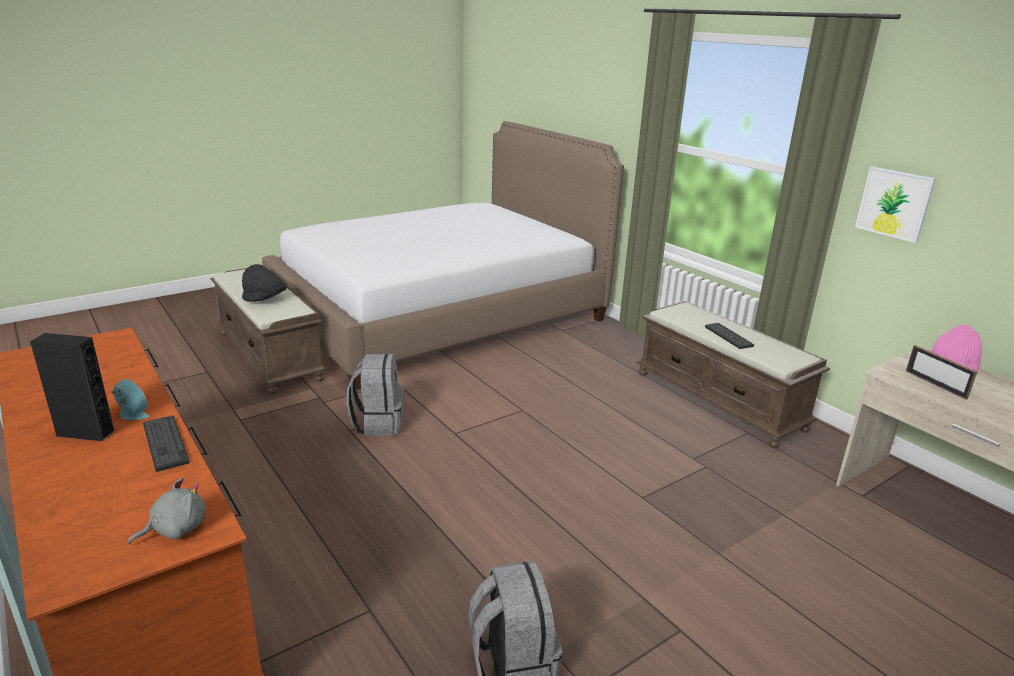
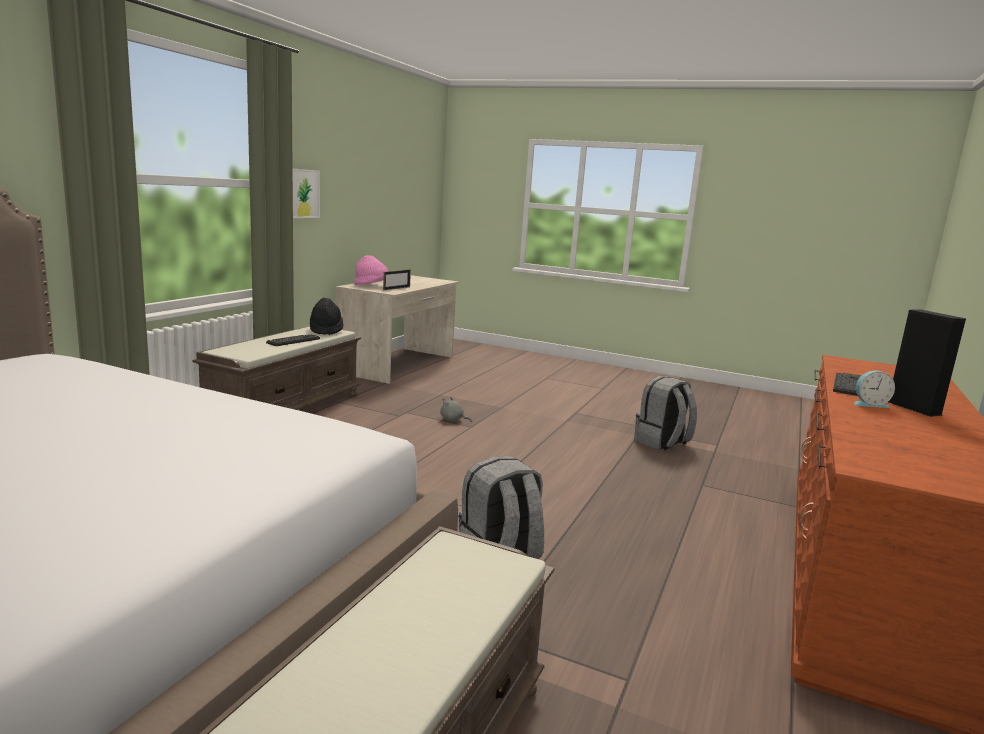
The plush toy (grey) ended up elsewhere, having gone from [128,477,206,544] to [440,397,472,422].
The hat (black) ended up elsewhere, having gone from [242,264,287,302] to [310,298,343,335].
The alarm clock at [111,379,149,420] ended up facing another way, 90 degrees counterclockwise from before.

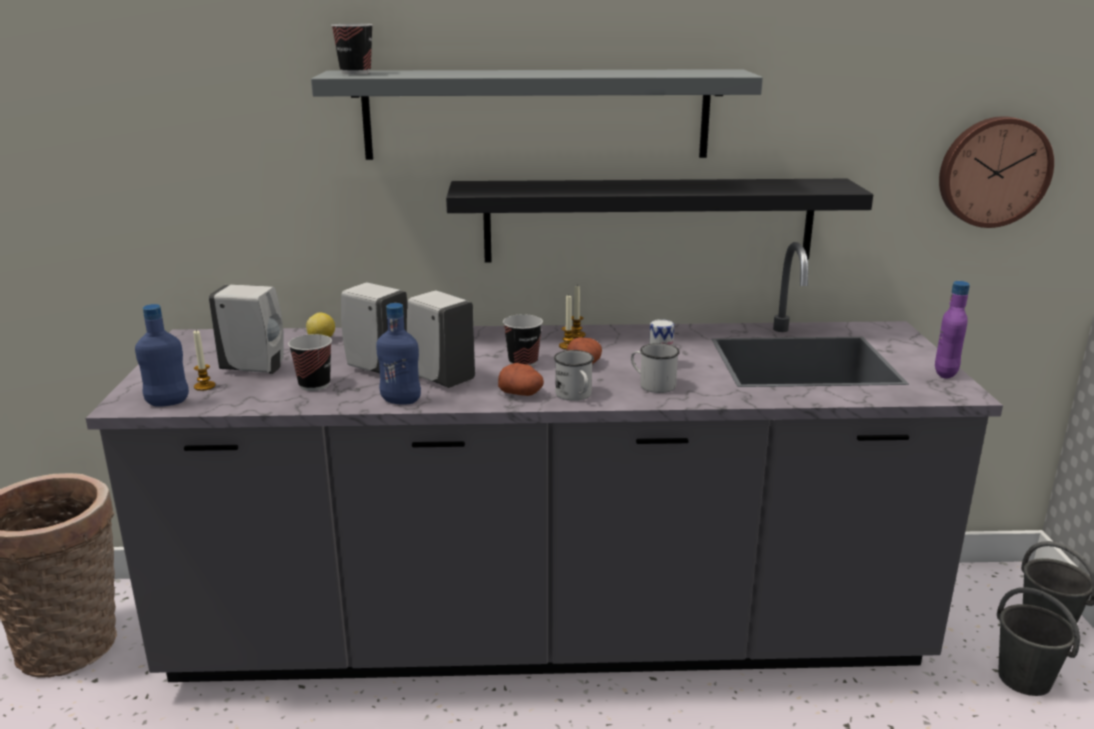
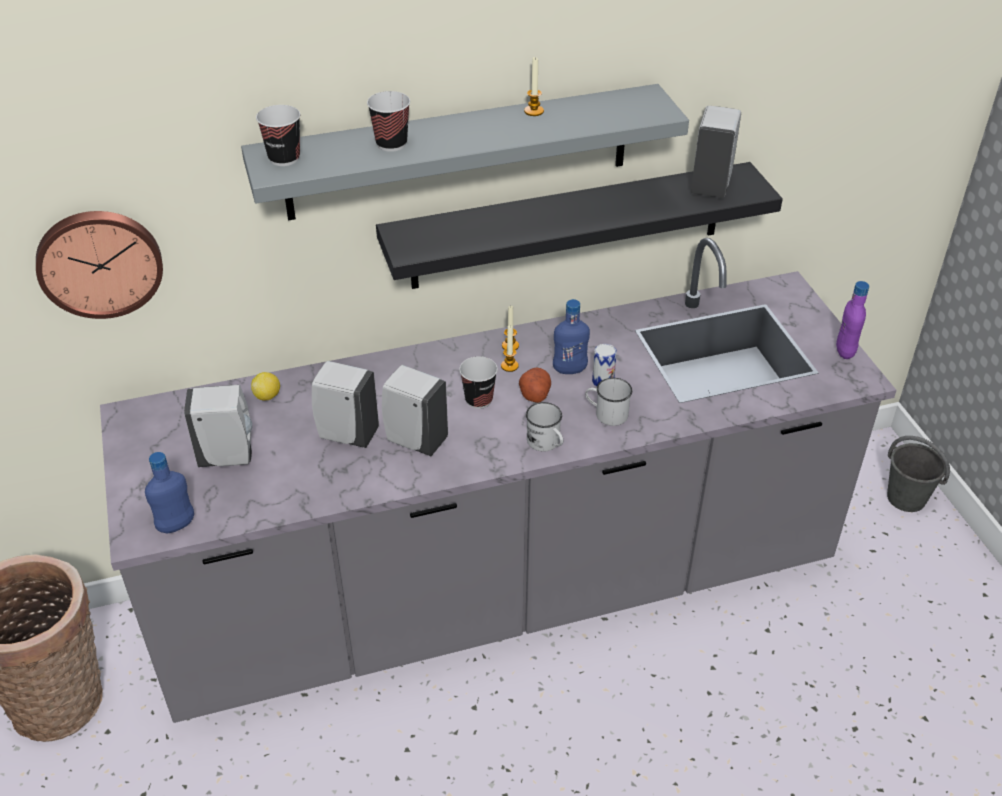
The second view lost the potato at [498,363,544,396].
The second view lost the bucket (grey) at [997,587,1080,696].
The second view gained the soap dispenser (white) at [691,106,741,198].
The candle ended up elsewhere, having gone from [193,330,216,391] to [524,57,544,116].
The cup ended up elsewhere, having gone from [288,334,332,391] to [367,91,410,152].
The bottle (blue) ended up elsewhere, having gone from [376,303,421,404] to [553,299,590,374].
The wall clock ended up elsewhere, having gone from [939,116,1054,228] to [36,211,163,319].

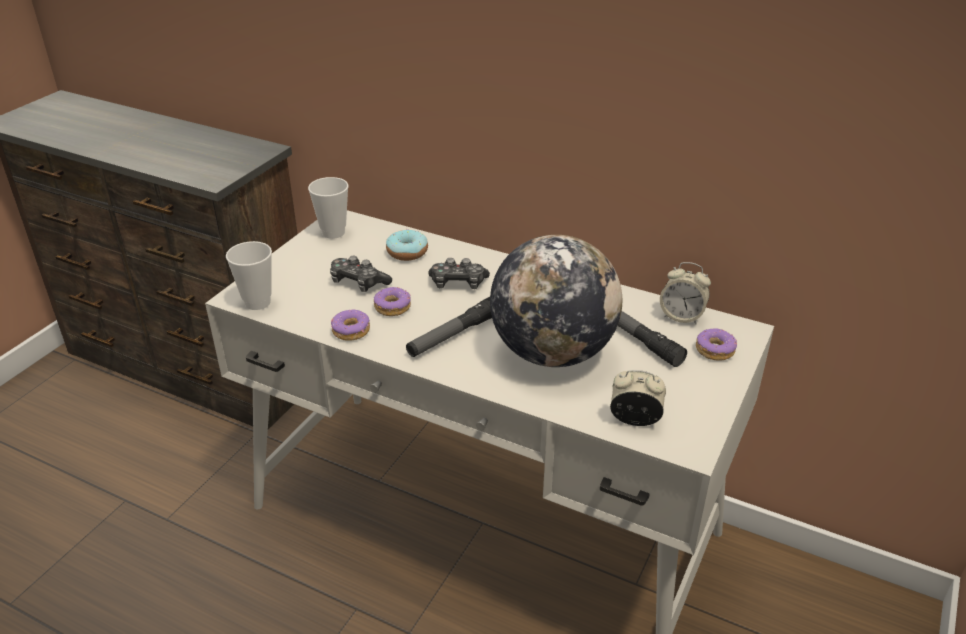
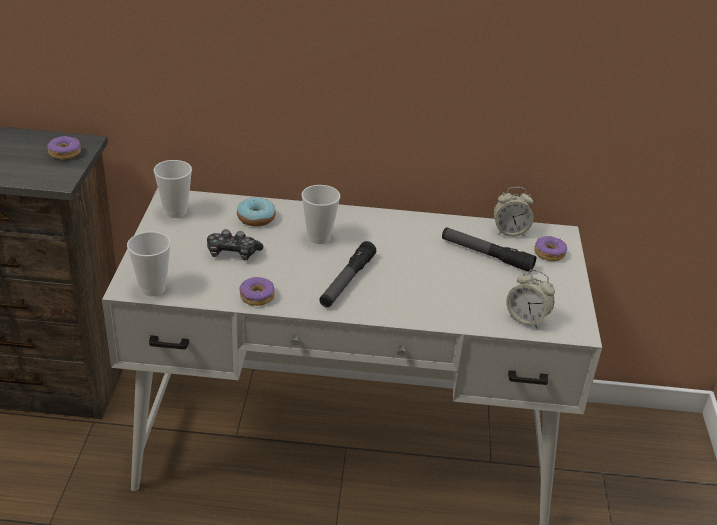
The second view lost the globe at [490,235,622,367].
The donut ended up elsewhere, having gone from [374,287,411,316] to [47,136,81,160].
Where the game controller stood at [428,258,490,289], the cup came to stand at [301,185,340,244].
The alarm clock at [610,370,666,426] ended up facing another way, 135 degrees counterclockwise from before.

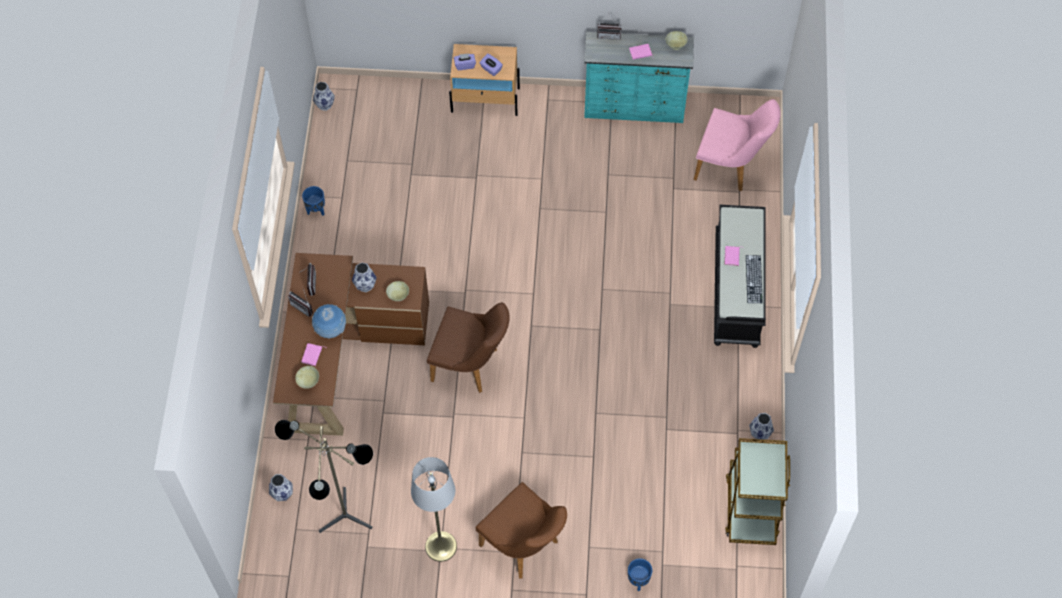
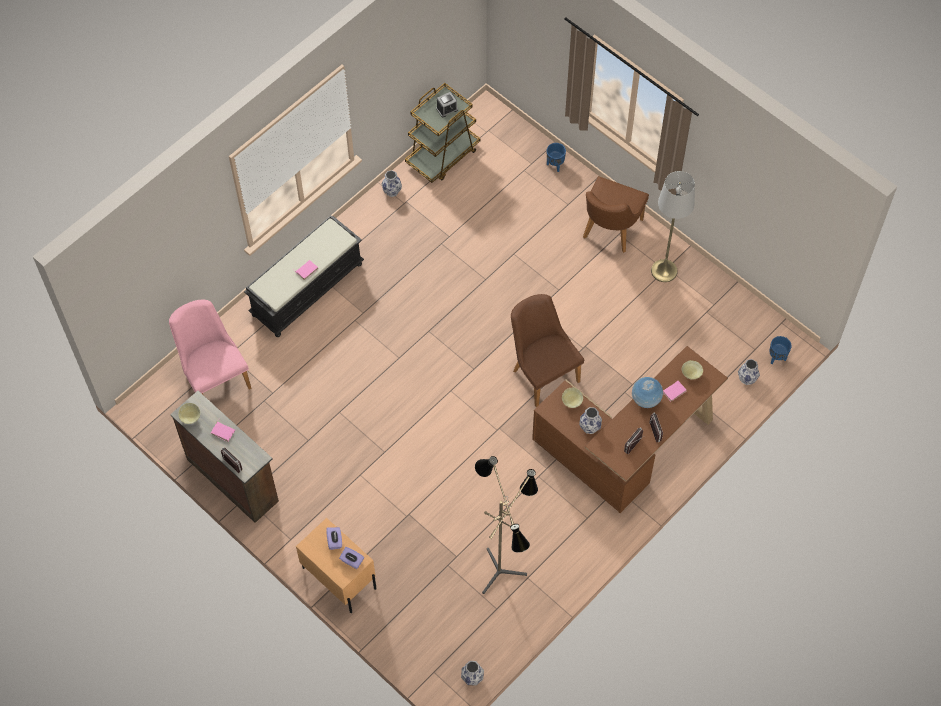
The second view lost the keyboard at [746,255,763,303].
The second view gained the alarm clock at [436,92,458,118].
The floor lamp ended up elsewhere, having gone from [275,420,373,533] to [475,456,538,594].
The planter (blue) ended up elsewhere, having gone from [302,186,325,215] to [769,336,792,364].
What was the dresser (turquoise) at [584,32,694,123] turned into the dresser (brown) at [170,391,279,523].
The chair (brown) at [475,482,567,579] ended up facing another way, 150 degrees counterclockwise from before.

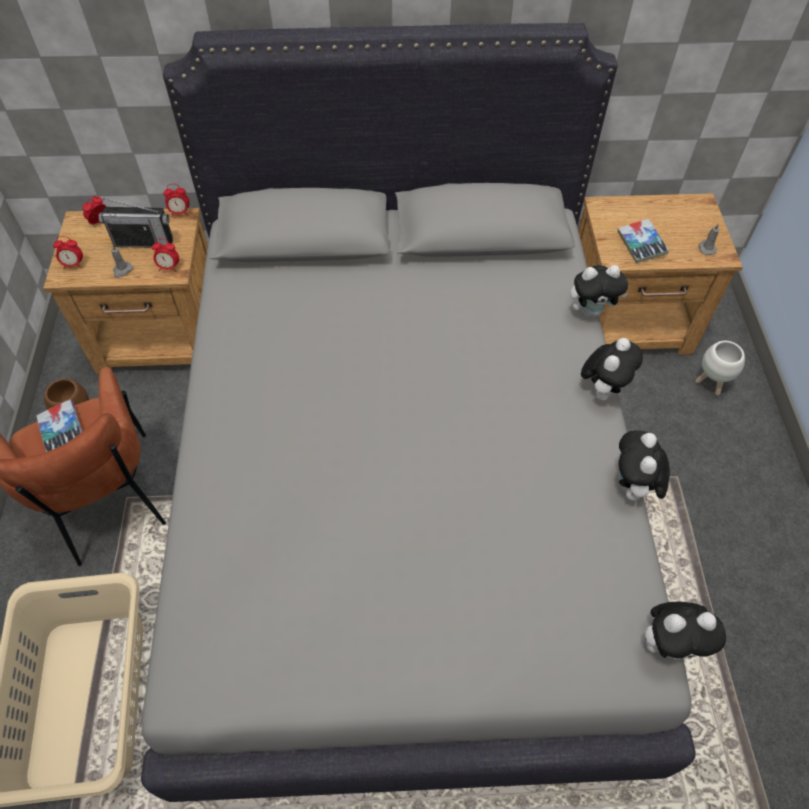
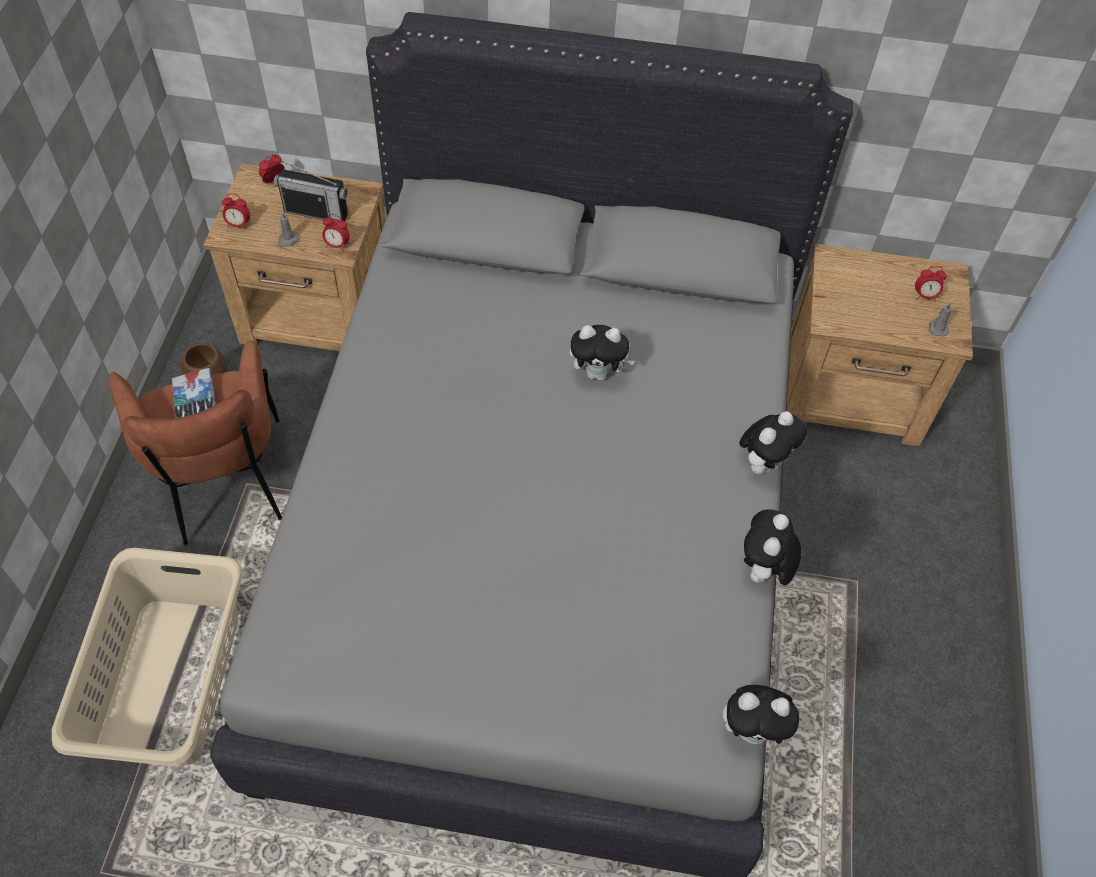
The second view lost the book at [618,219,669,263].
The second view lost the planter (white) at [695,341,745,395].
The alarm clock ended up elsewhere, having gone from [163,184,190,217] to [915,266,947,301].
The plush toy ended up elsewhere, having gone from [570,265,628,317] to [570,325,635,381].

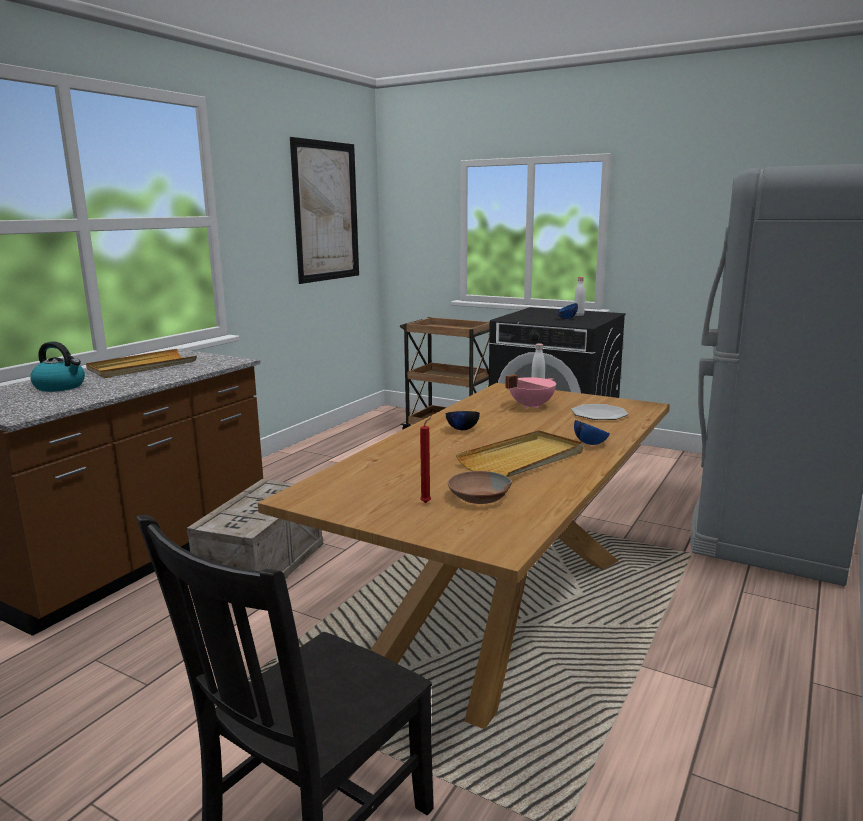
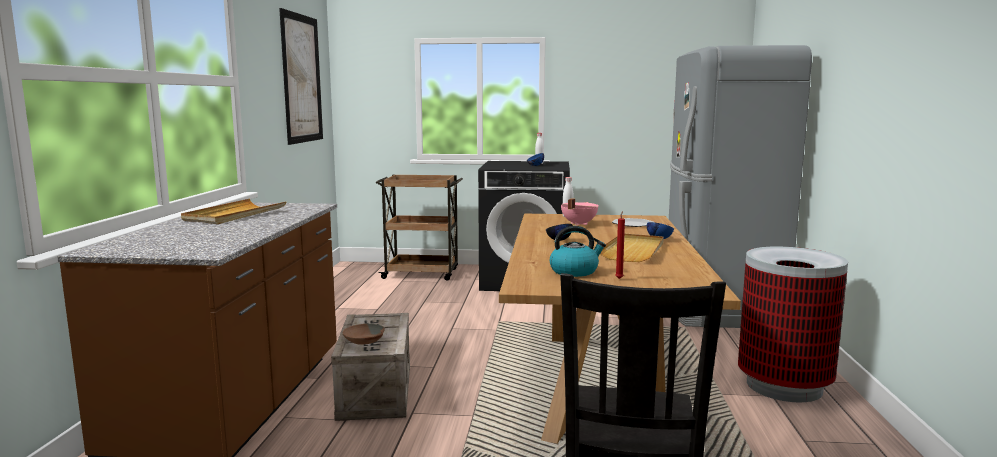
The second view gained the trash can at [738,247,848,402].
The kettle ended up elsewhere, having gone from [30,341,85,392] to [550,226,606,277].
The bowl (brown) ended up elsewhere, having gone from [448,471,512,504] to [343,324,385,345].

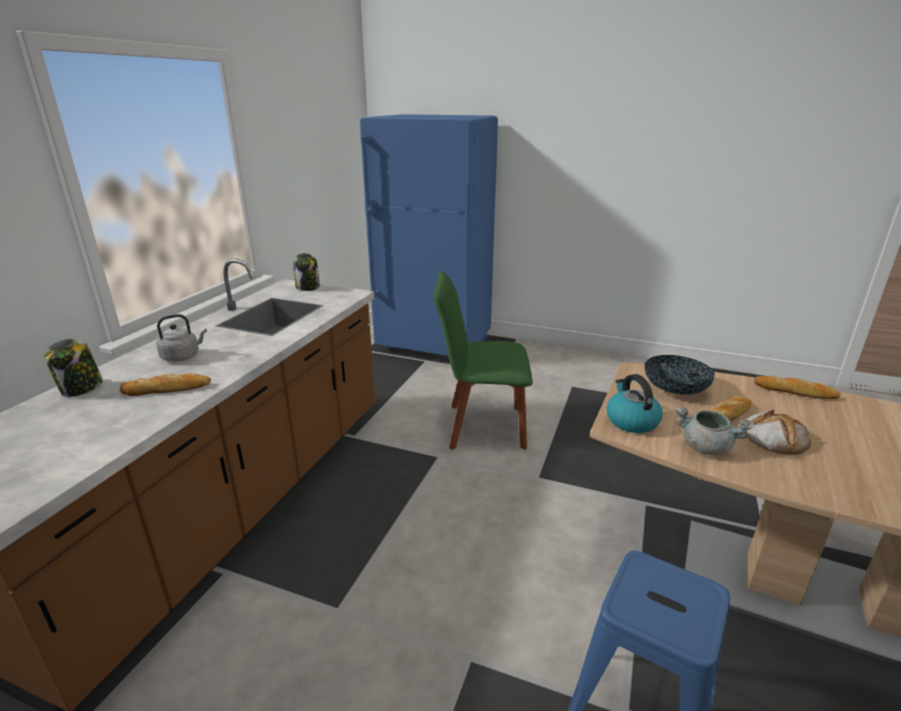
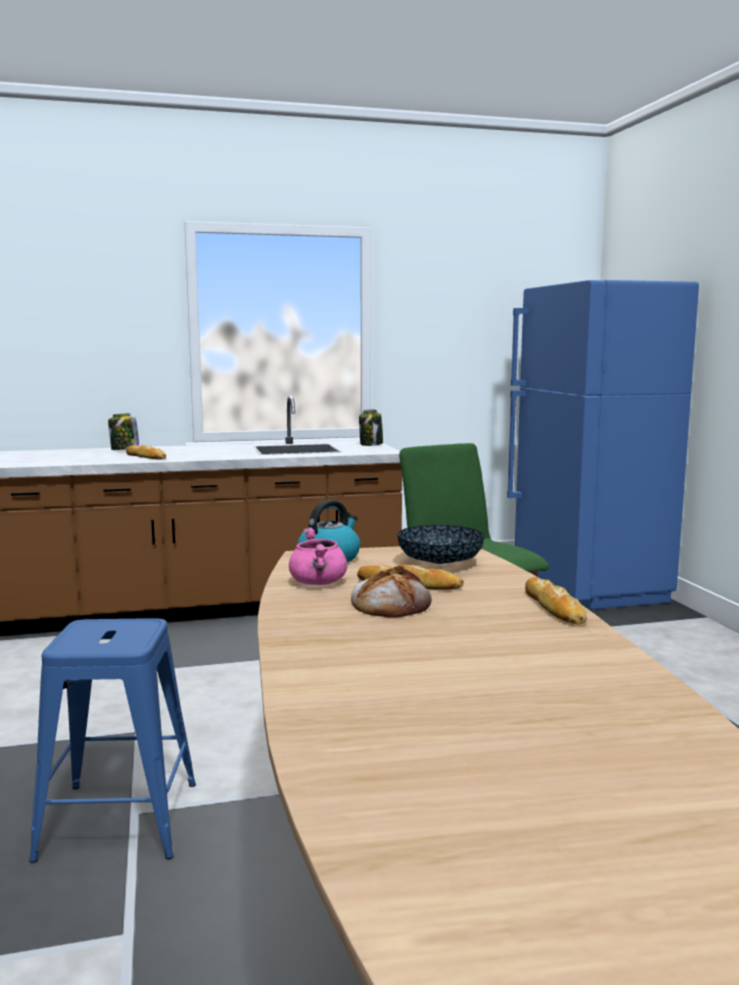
The second view lost the kettle (grey) at [156,314,207,362].
What was the cooking pot (grey) at [675,407,754,455] turned into the cooking pot (pink) at [289,527,347,585].

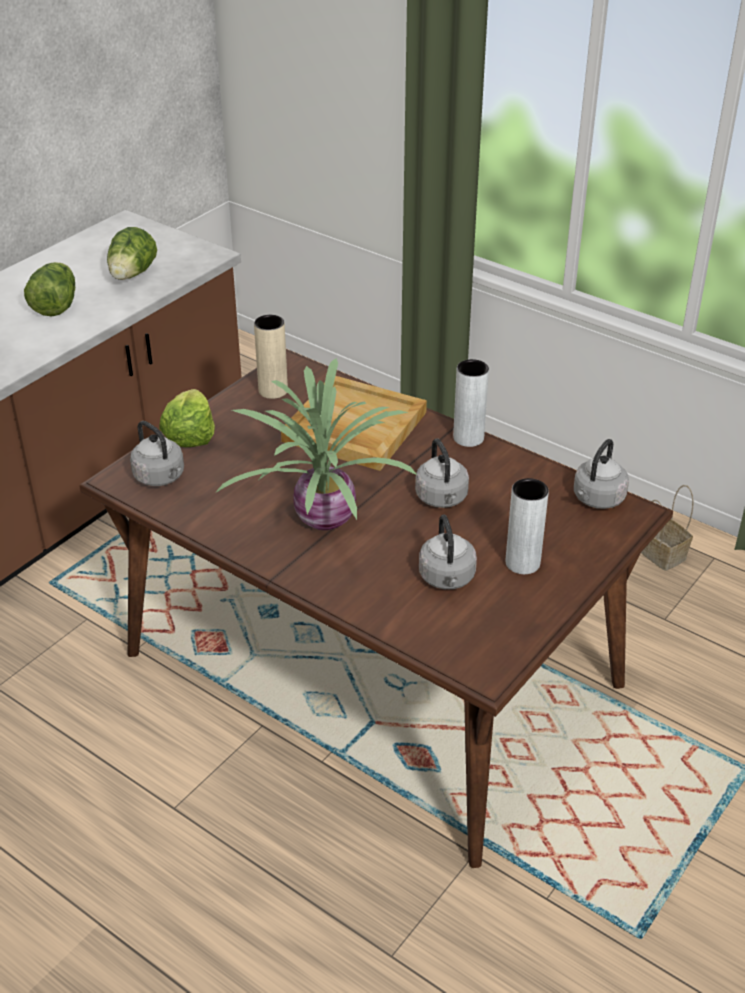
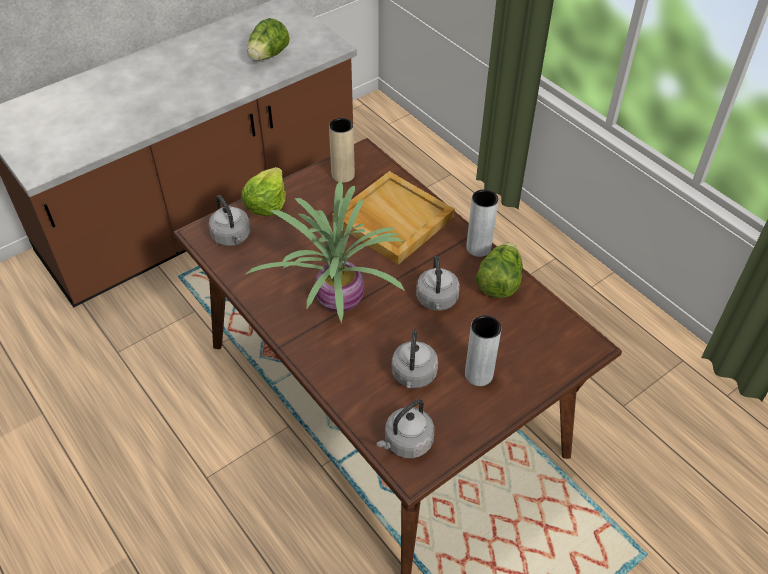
The second view lost the basket at [641,485,694,571].
The lettuce ended up elsewhere, having gone from [24,262,75,316] to [475,243,523,298].
The kettle (grey) ended up elsewhere, having gone from [574,439,629,509] to [376,399,434,459].

